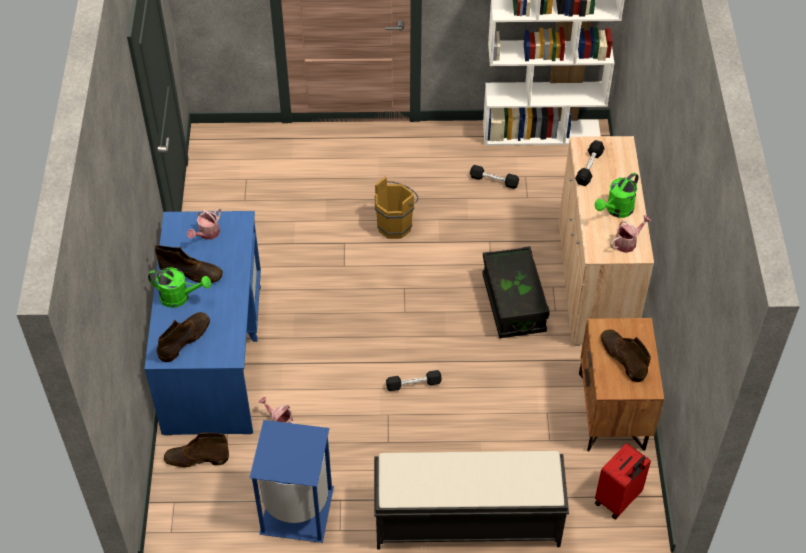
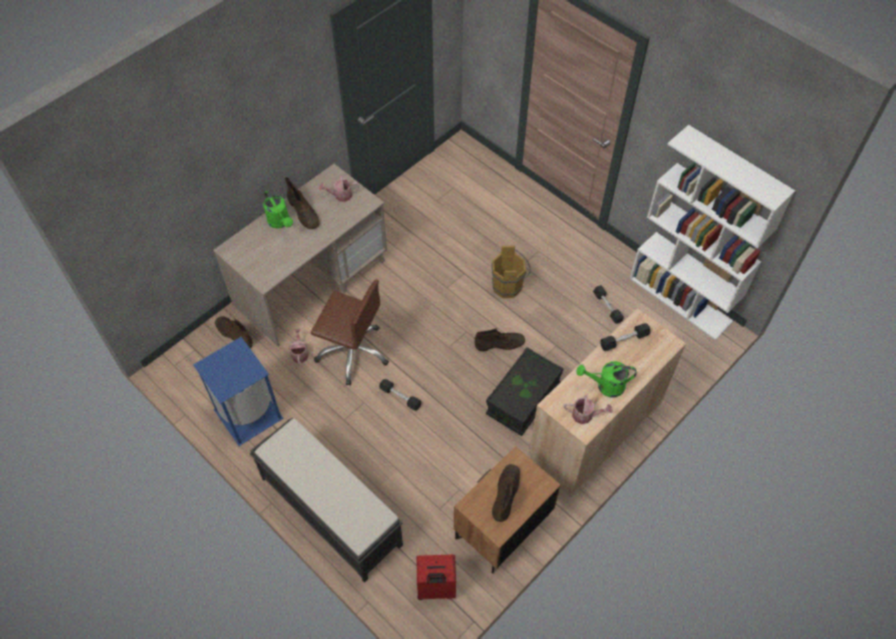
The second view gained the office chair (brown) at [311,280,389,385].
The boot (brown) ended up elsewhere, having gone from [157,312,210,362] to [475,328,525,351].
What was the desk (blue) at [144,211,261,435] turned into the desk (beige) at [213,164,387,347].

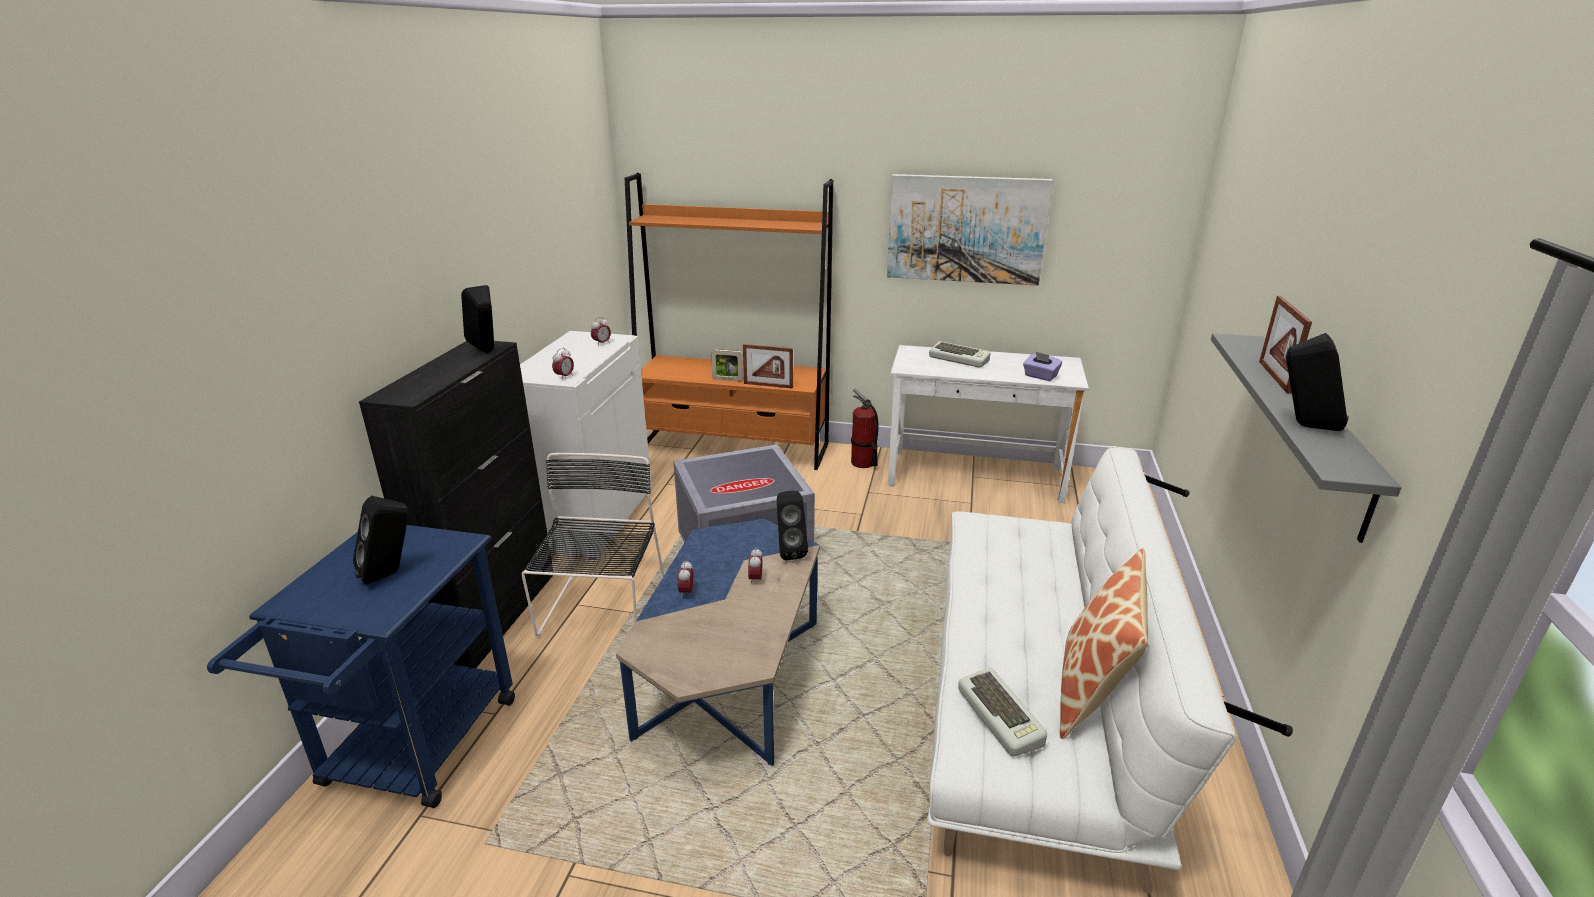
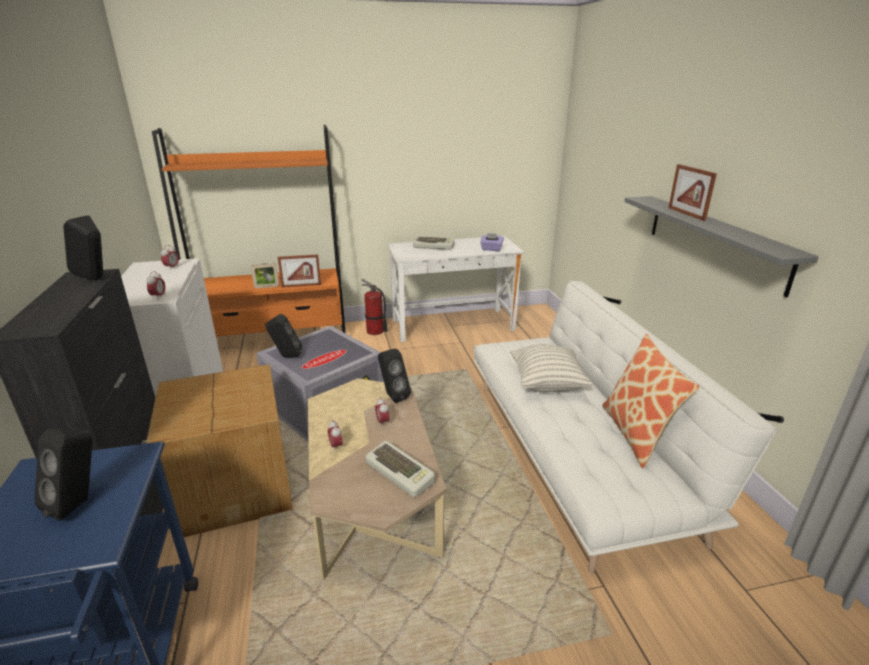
The second view lost the picture at [887,174,1053,286].
The second view gained the pillow at [510,344,593,392].
The keyboard ended up elsewhere, having gone from [958,667,1047,757] to [365,441,435,497].
The speaker (black) ended up elsewhere, having gone from [1286,333,1348,431] to [265,314,302,358].
Where the chair (black) stood at [521,453,664,636], the cardboard box came to stand at [146,364,293,537].
What was the coffee table (blue) at [616,519,820,766] turned into the coffee table (beige) at [308,378,446,580].

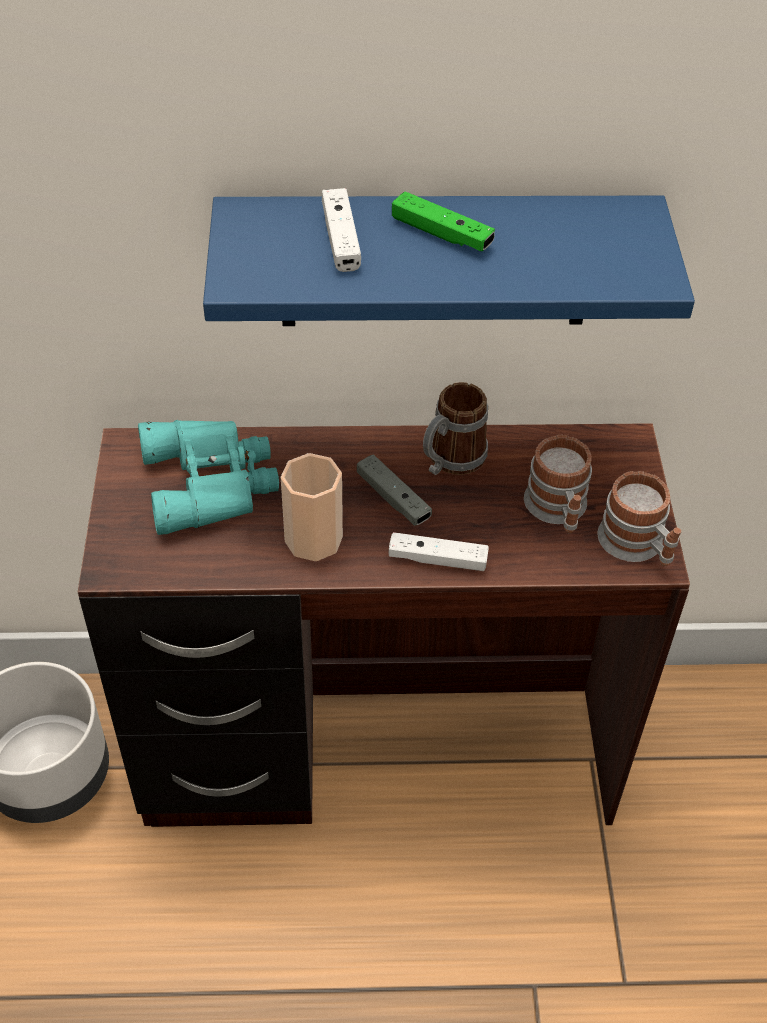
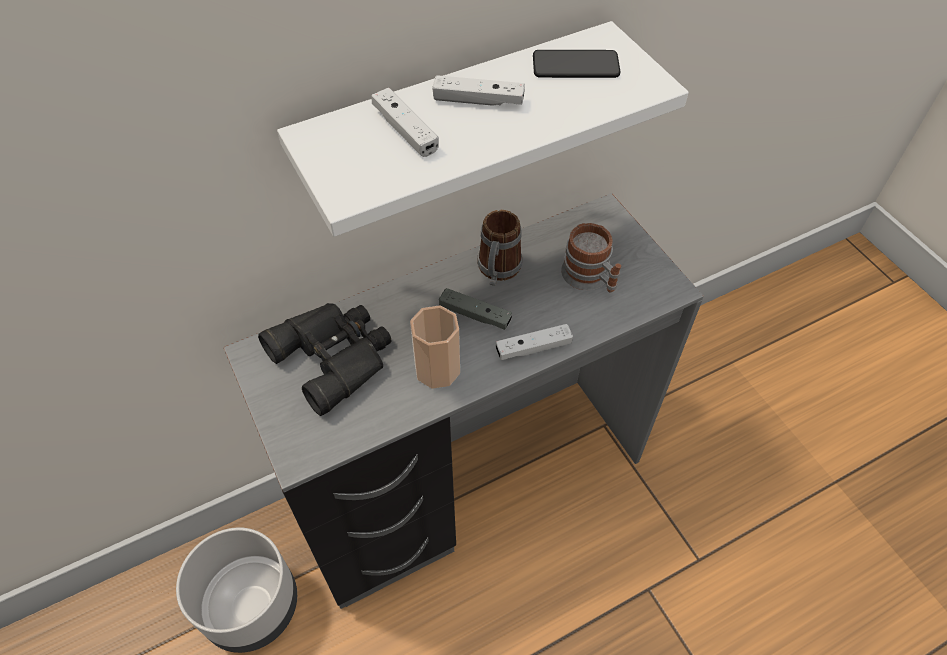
The second view lost the mug at [598,471,681,566].
The second view gained the phone at [533,50,620,78].
What was the desk (brown) at [78,423,690,827] turned into the desk (grey) at [223,193,704,609].
What was the binoculars (turquoise) at [138,420,279,535] turned into the binoculars (black) at [258,303,391,416].
What was the shelf (blue) at [203,195,695,326] turned into the shelf (white) at [277,21,689,237].
What was the game controller (green) at [392,191,495,251] turned into the game controller (white) at [432,75,525,106].

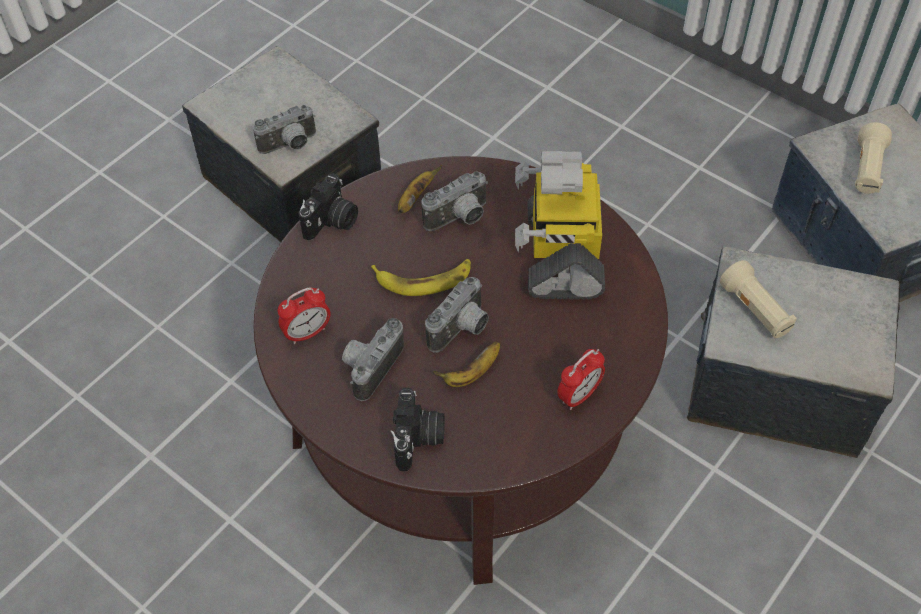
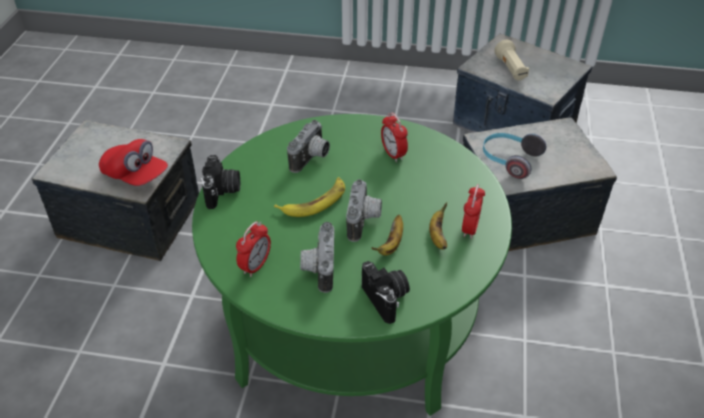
The banana ended up elsewhere, having gone from [398,165,442,213] to [429,202,447,250].
Where the photo camera stood at [253,105,316,154], the cap (red) came to stand at [99,139,168,186].
Where the toy robot stood at [515,151,605,300], the alarm clock came to stand at [381,113,408,162].
Where the flashlight (beige) stood at [720,260,797,338], the headphones came to stand at [483,133,546,179].
What was the coffee table (brown) at [254,156,668,585] turned into the coffee table (green) at [192,114,512,416].

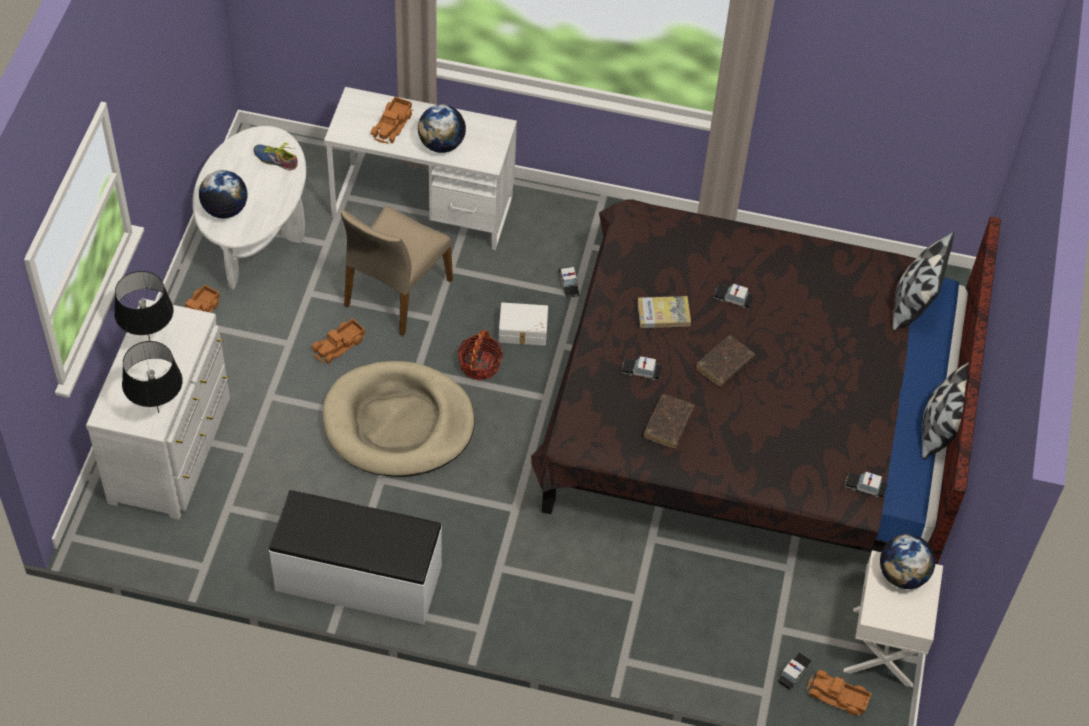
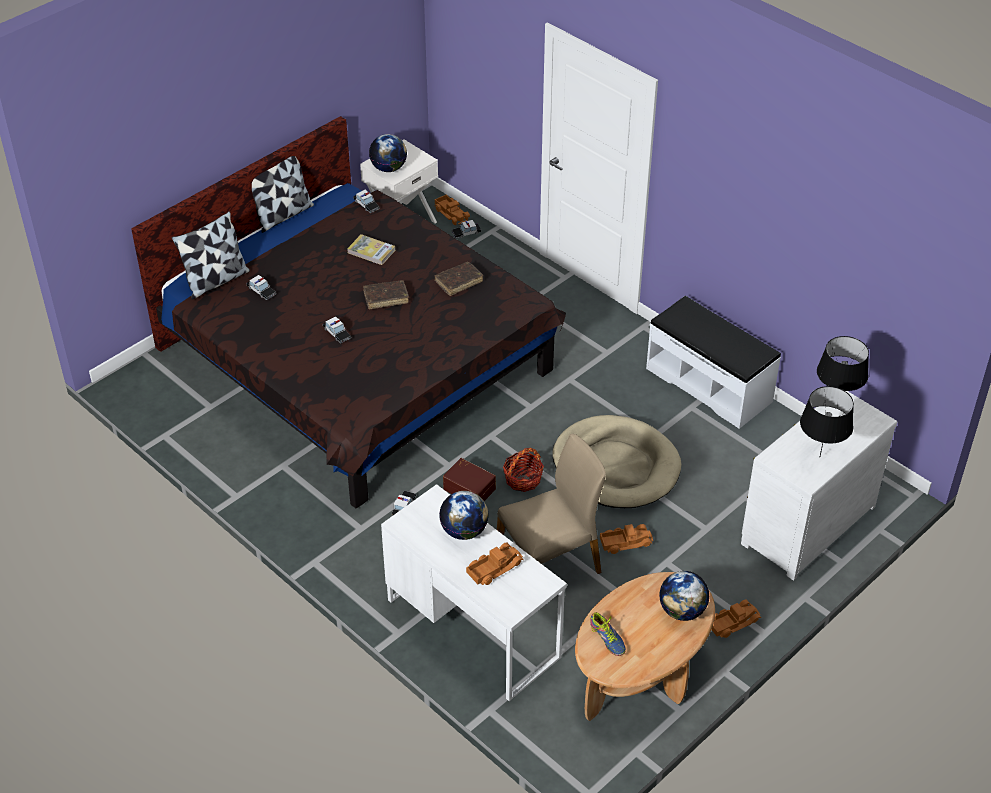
The toy car ended up elsewhere, having gone from [621,356,662,380] to [246,275,276,300].
The book ended up elsewhere, having gone from [637,296,691,328] to [347,234,395,265].
What was the coffee table (white) at [192,126,306,290] turned into the coffee table (brown) at [575,572,715,721].
What was the storage box (white) at [499,302,548,346] turned into the storage box (brown) at [443,458,496,501].

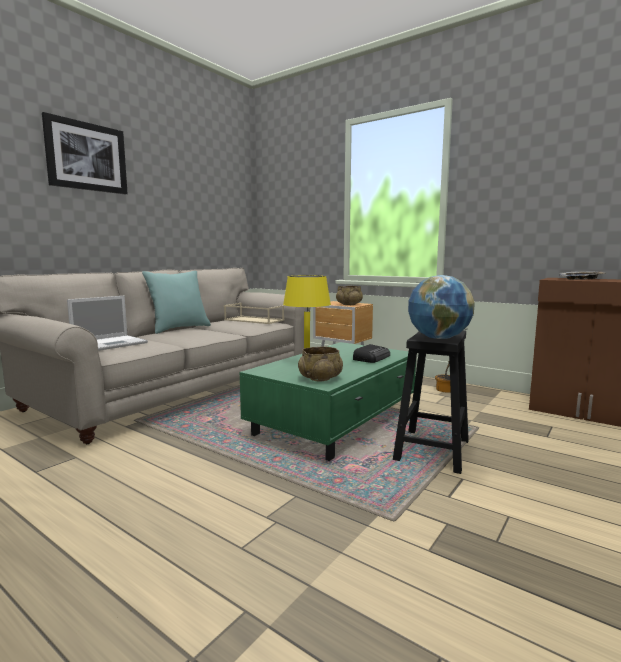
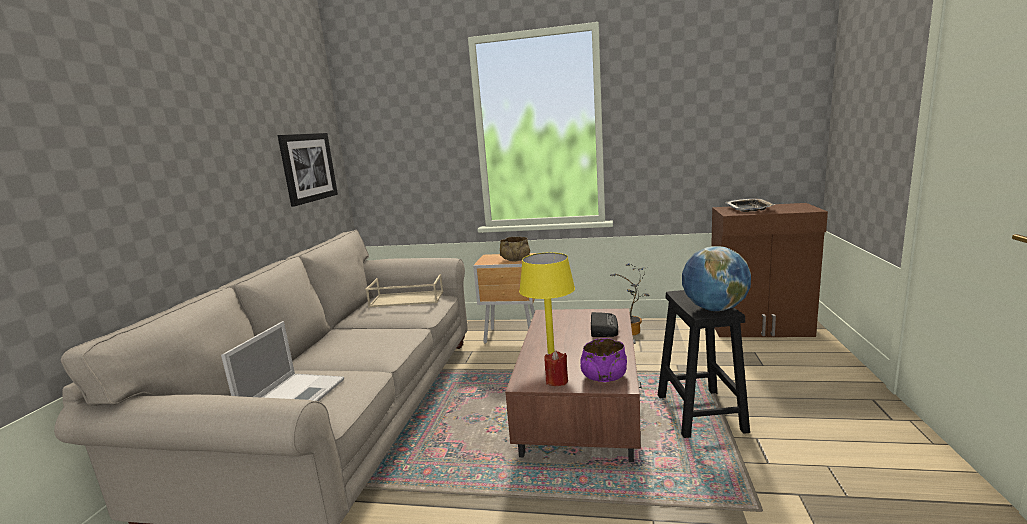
The second view lost the pillow (turquoise) at [142,271,211,334].
The second view gained the candle (red) at [544,351,568,386].
The picture ended up elsewhere, having gone from [42,112,128,195] to [278,133,338,207].
What was the coffee table (green) at [240,342,416,461] turned into the coffee table (brown) at [505,309,642,462].
What was the bowl (beige) at [298,347,343,381] turned into the bowl (purple) at [580,338,627,382].

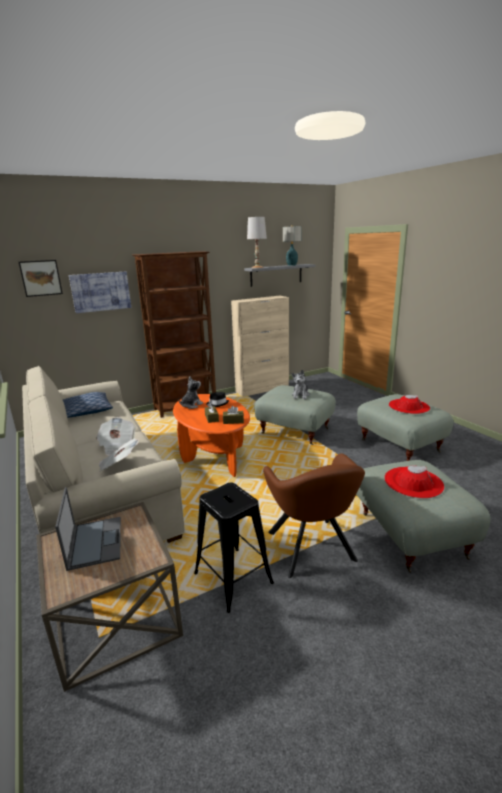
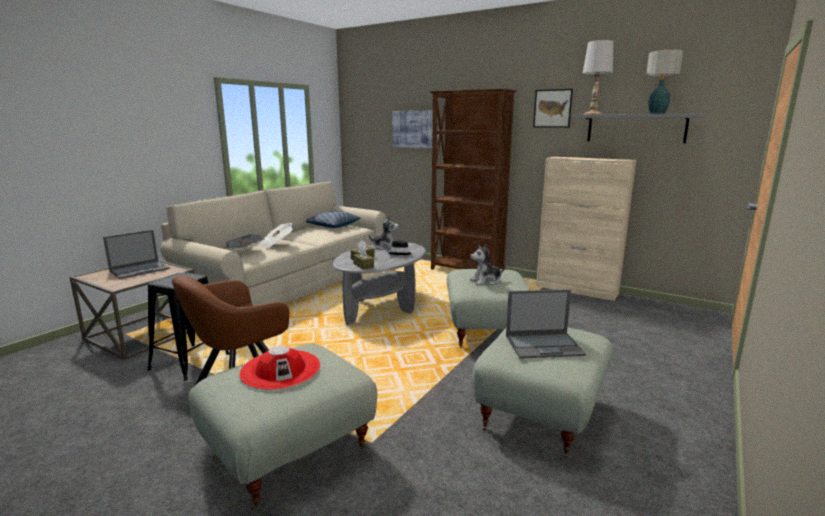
The picture ended up elsewhere, having gone from [19,260,63,297] to [533,89,573,128].
Where the hat (red) stood at [389,395,430,414], the laptop came to stand at [506,289,586,358].
What was the coffee table (orange) at [173,394,250,477] turned into the coffee table (grey) at [332,242,426,325].

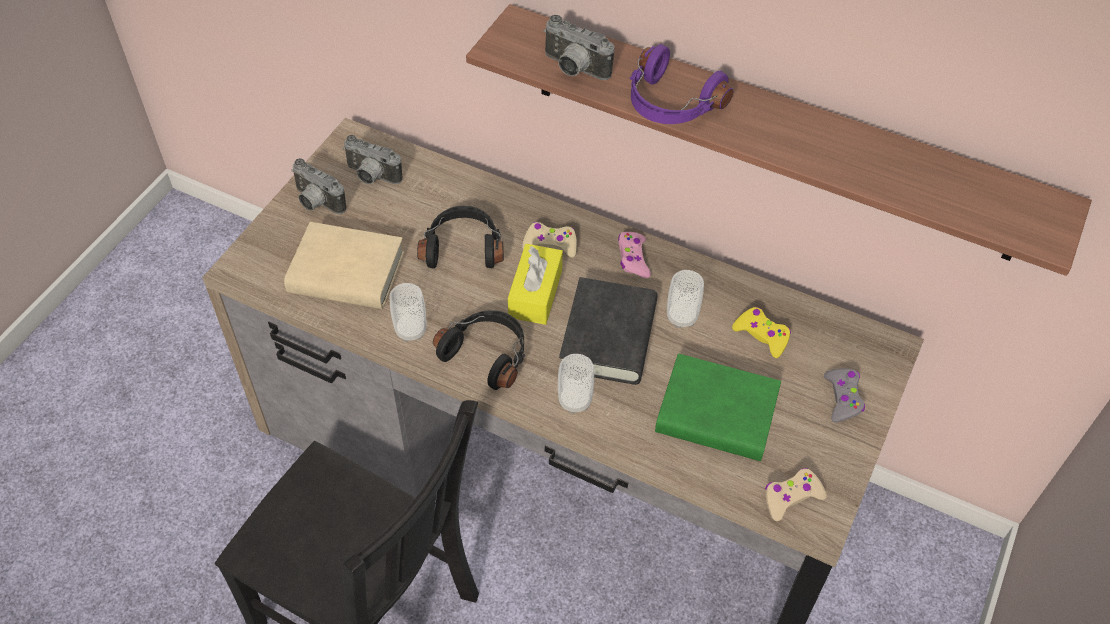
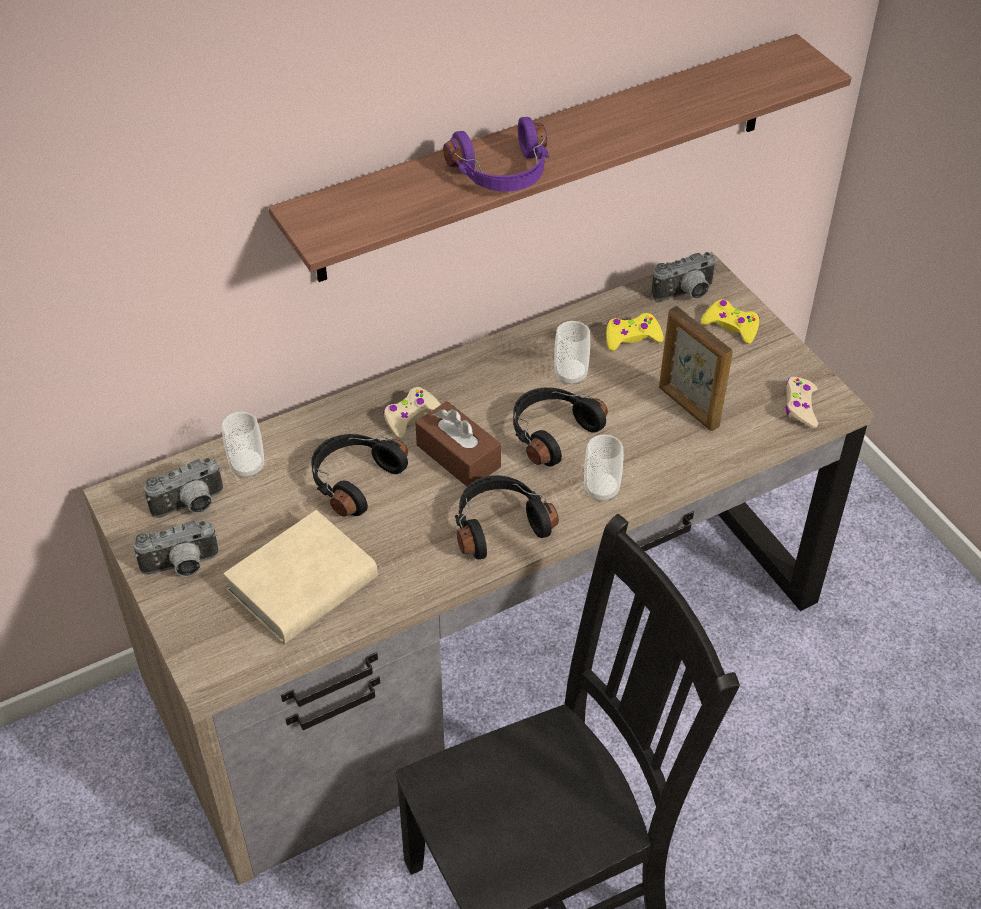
The second view lost the game controller (pink) at [618,232,651,278].
The cup ended up elsewhere, having gone from [390,283,427,342] to [222,412,264,478].
The photo camera ended up elsewhere, having gone from [543,15,614,80] to [651,252,717,301].
Where the book (black) stood at [559,277,658,385], the headphones (black) came to stand at [513,387,608,466].
Where the book (green) stood at [655,353,781,461], the picture frame came to stand at [659,306,733,431].
What was the tissue box (yellow) at [508,244,563,325] turned into the tissue box (brown) at [415,401,501,487].
What was the game controller (grey) at [824,368,865,423] turned into the game controller (yellow) at [701,299,760,344].

